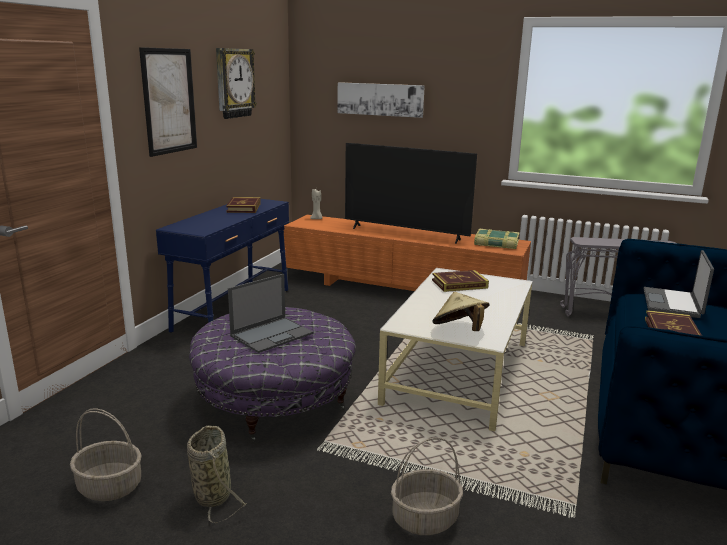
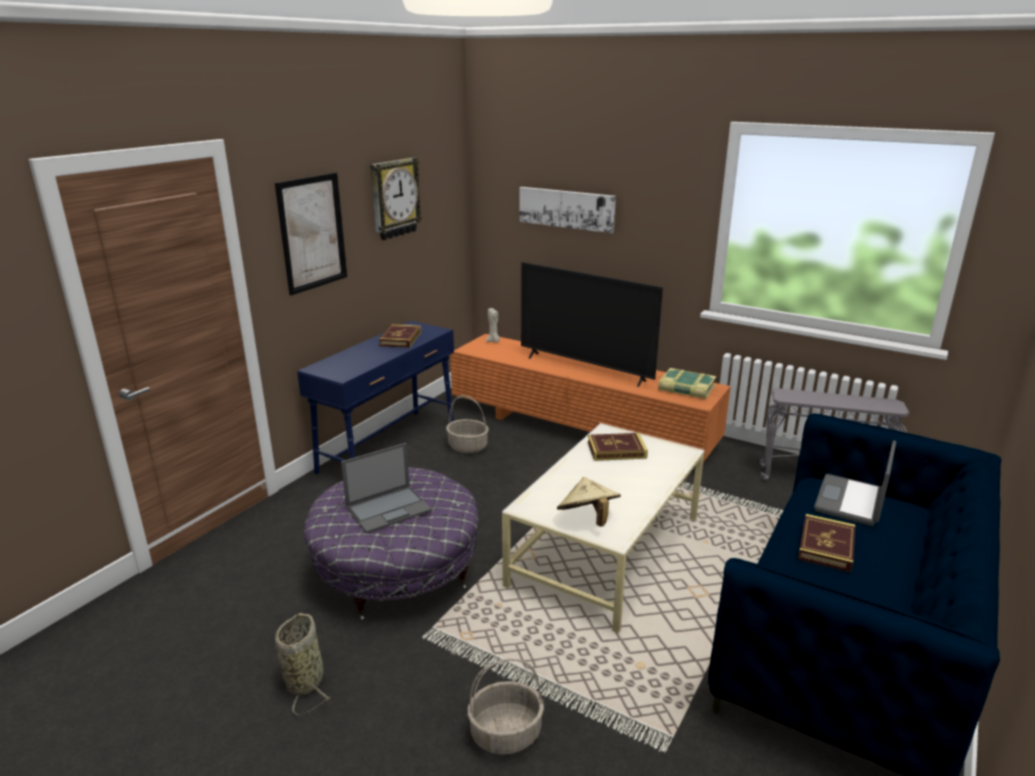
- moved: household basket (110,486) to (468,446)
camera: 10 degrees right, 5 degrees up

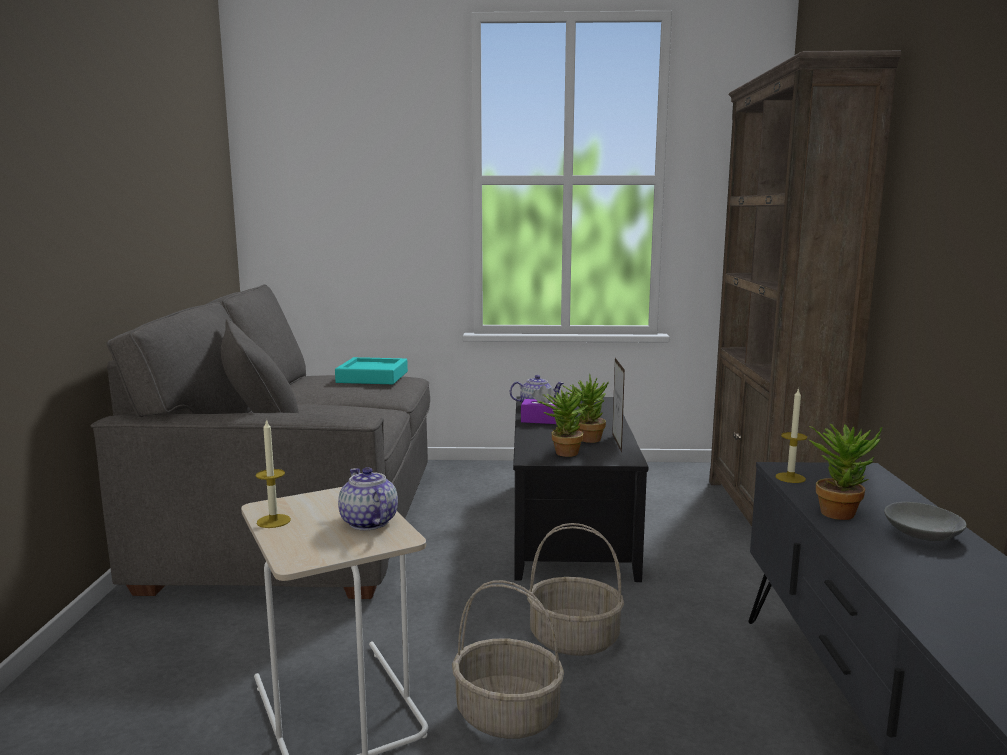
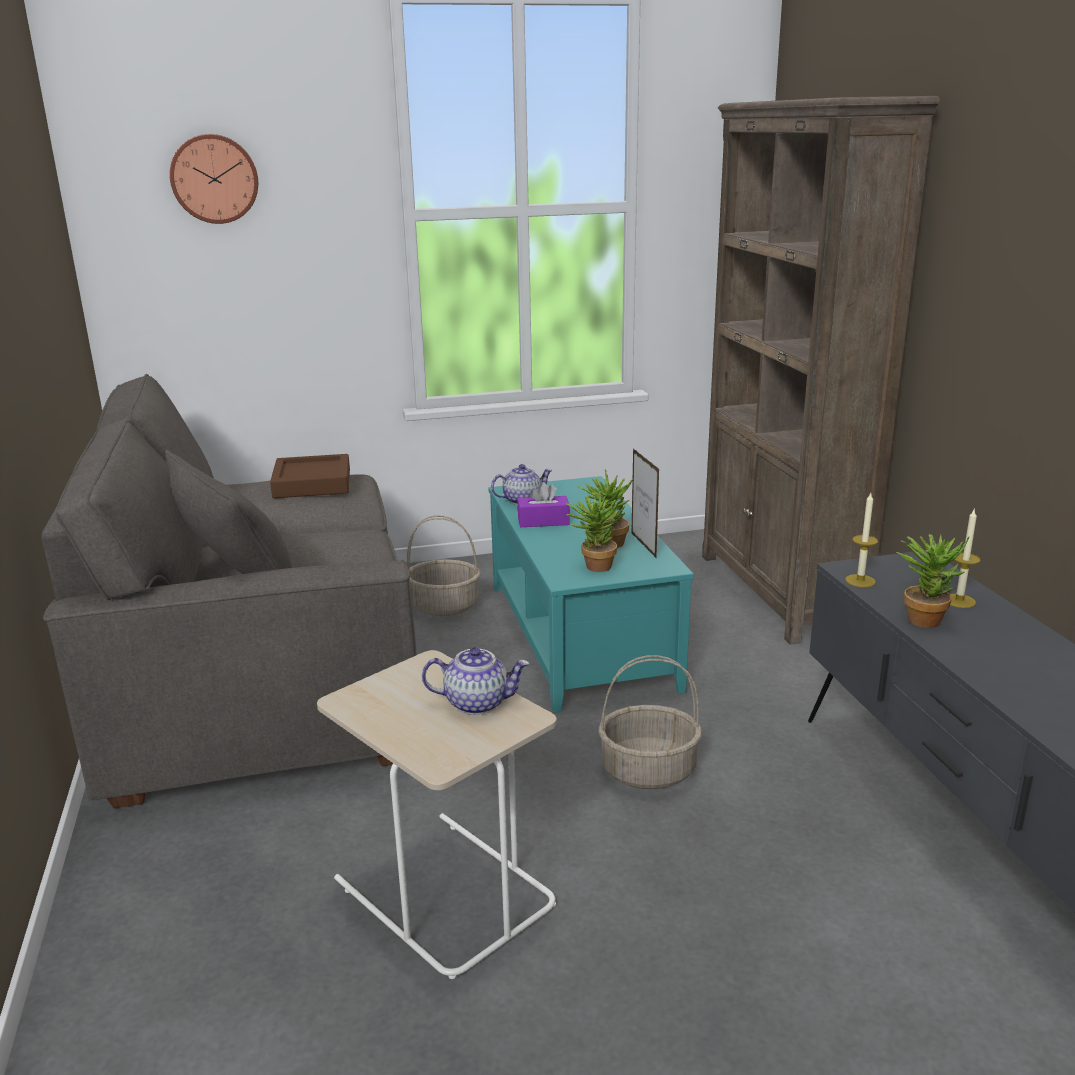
- moved: candle (273,521) to (959,601)
- recoloured: turquoise-coloured carrying tray (372,377) to brown-coloured carrying tray (312,484)
- turned: pot for tea (367,522) = (477,702) 135 degrees clockwise
- moved: household basket (508,715) to (445,606)
- recoloured: black low table (568,526) to turquoise-coloured low table (577,635)
- removed: greyish deep dish (923,534)
- added: wall clock (214,179)
camera: 15 degrees left, 10 degrees up

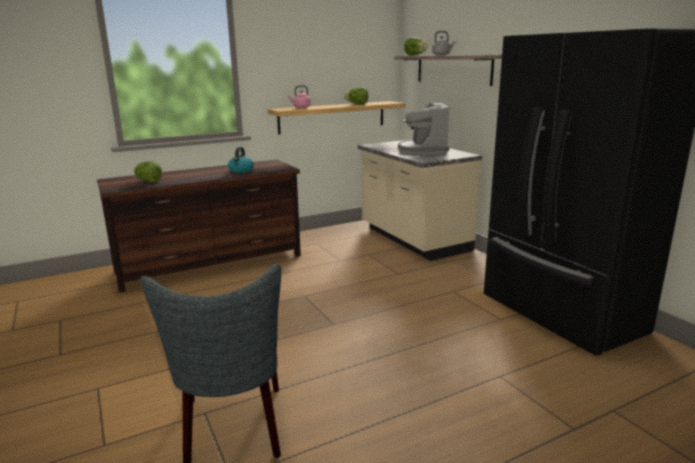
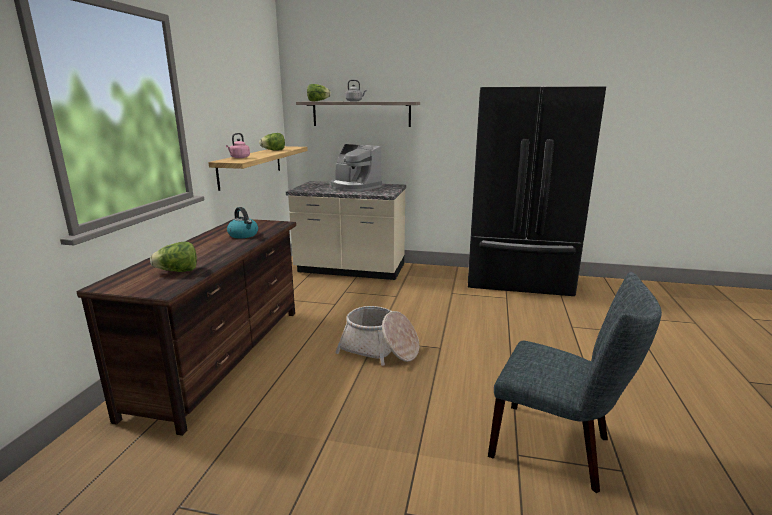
- added: household basket (379,349)
camera: 50 degrees left, 0 degrees up

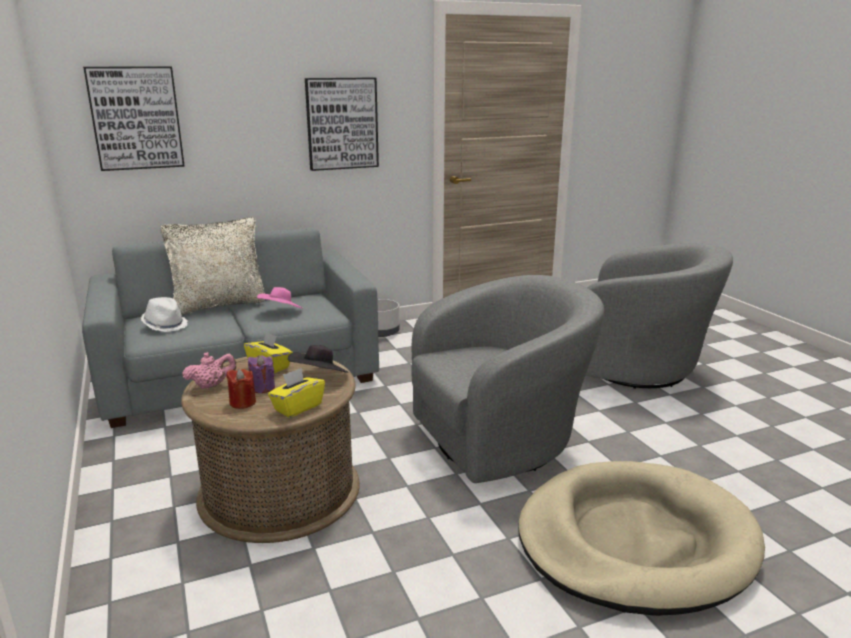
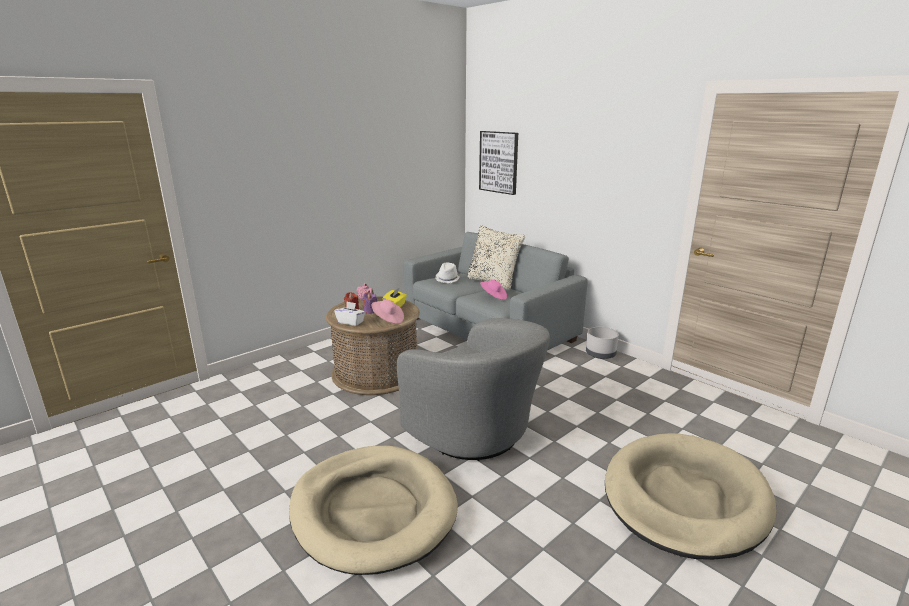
- recoloured: yellow tissue holder (297,407) to white-coloured tissue holder (351,322)
- recoloured: black wearable hat (319,377) to pink wearable hat (388,319)
- removed: picture (342,123)
- replaced: greyish easy chair (638,368) to beige dog cushion (684,498)
camera: 70 degrees right, 0 degrees up

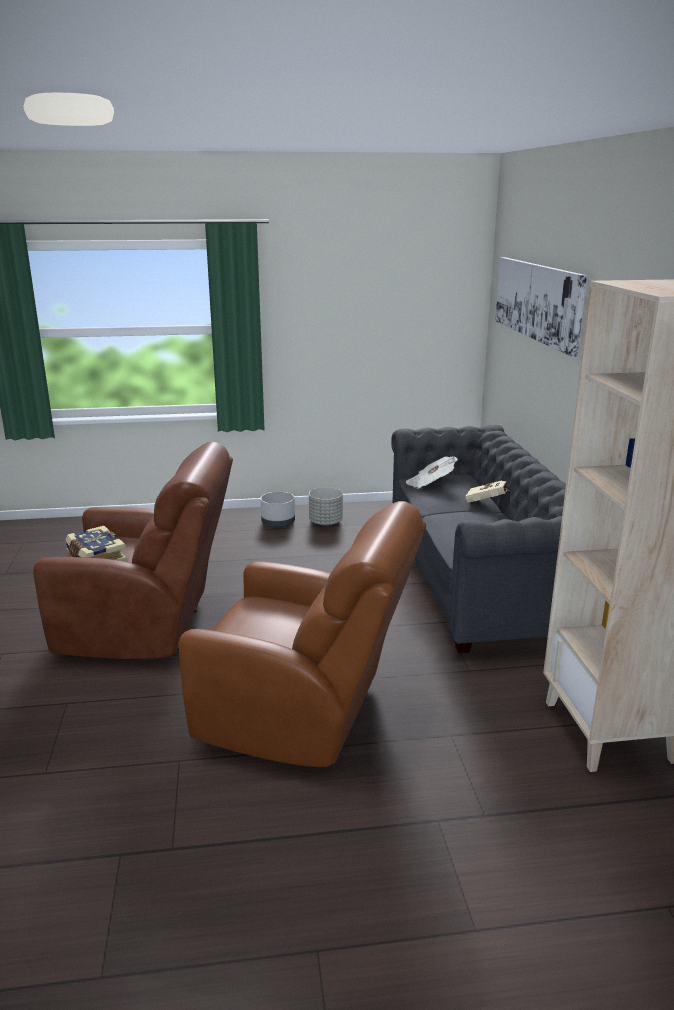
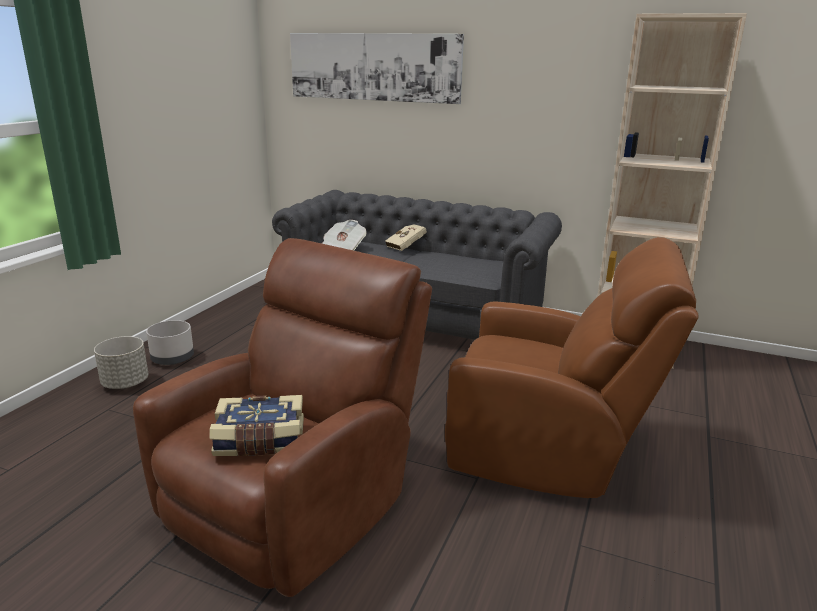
- turned: brown-coloured easy chair (305,716) = (549,451) 60 degrees clockwise
- moved: greyish plant pot (326,522) to (126,383)
camera: 60 degrees left, 0 degrees up

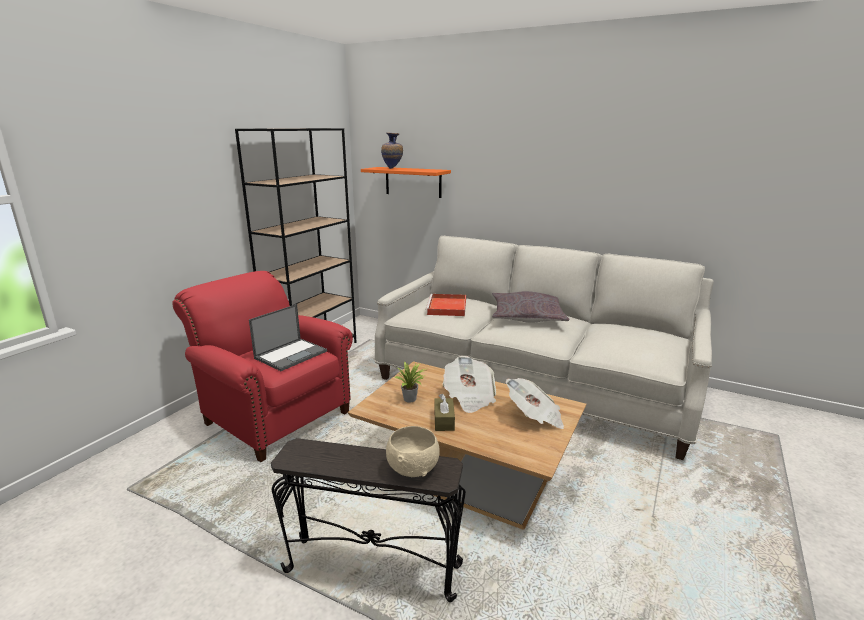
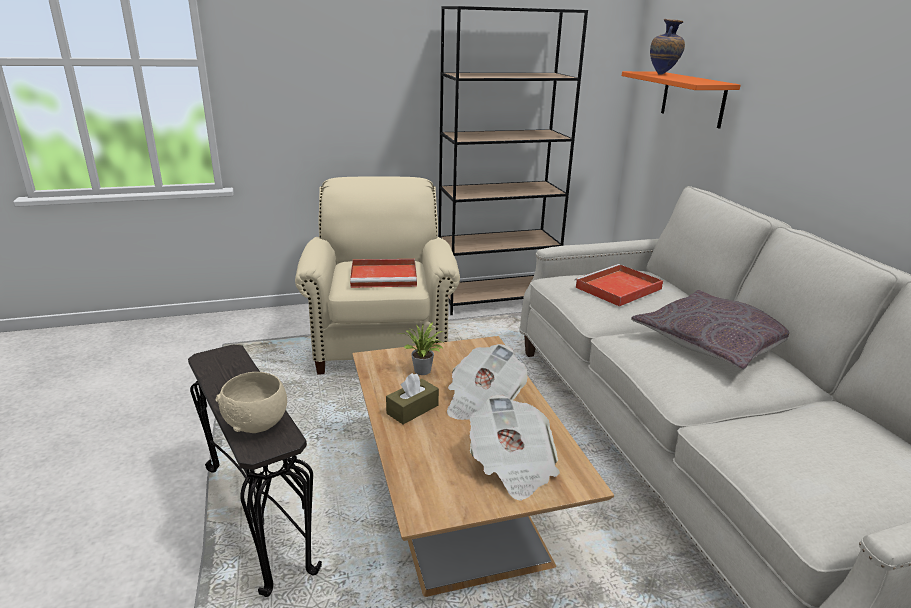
- recoloured: red easy chair (273,416) to beige easy chair (381,340)
- replaced: laptop (291,354) to red carrying tray (385,276)
camera: 45 degrees right, 5 degrees up

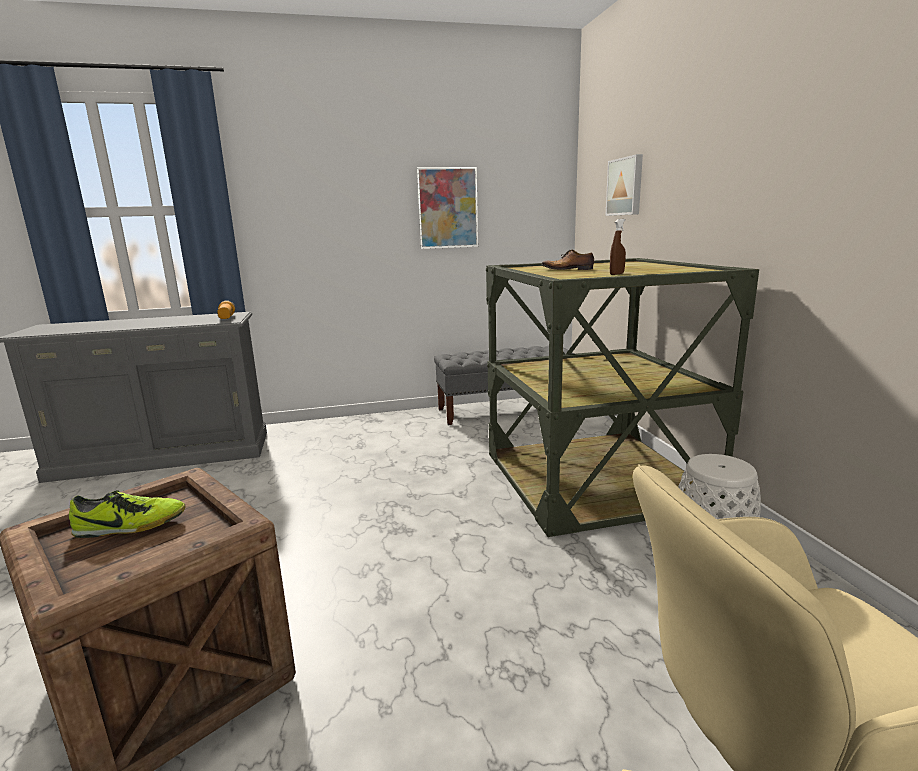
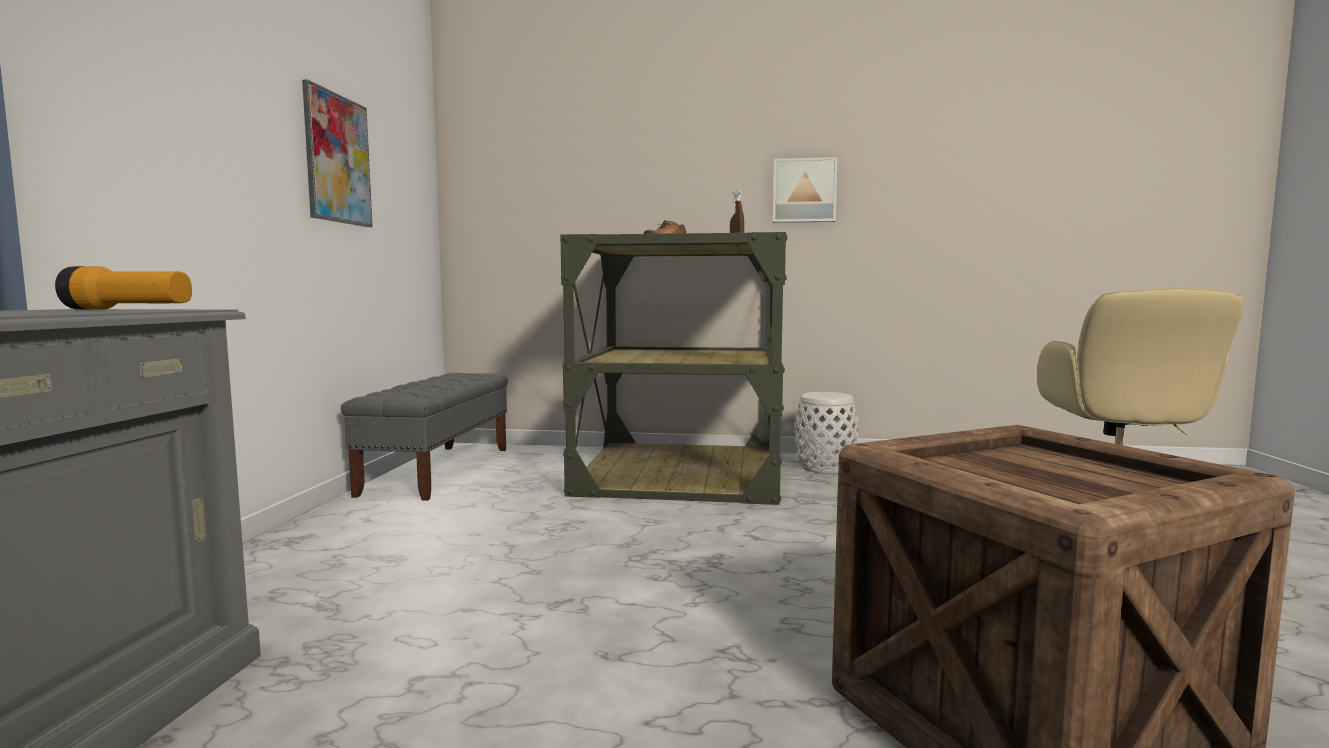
- removed: shoe (131,527)
- moved: picture (626,186) to (804,191)
camera: 70 degrees left, 10 degrees down

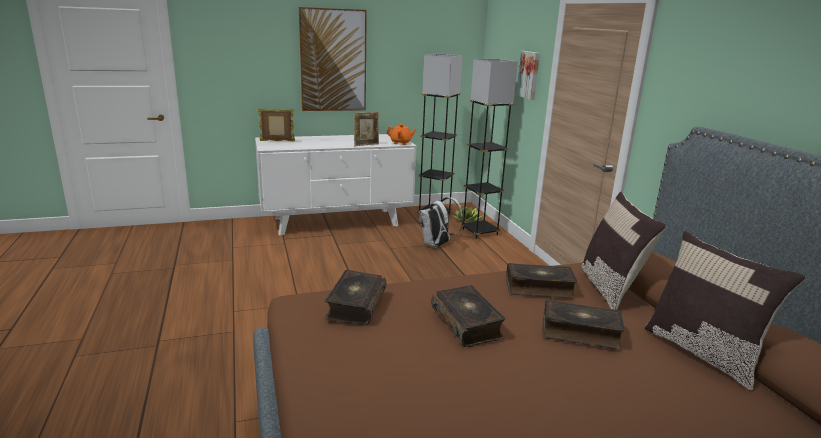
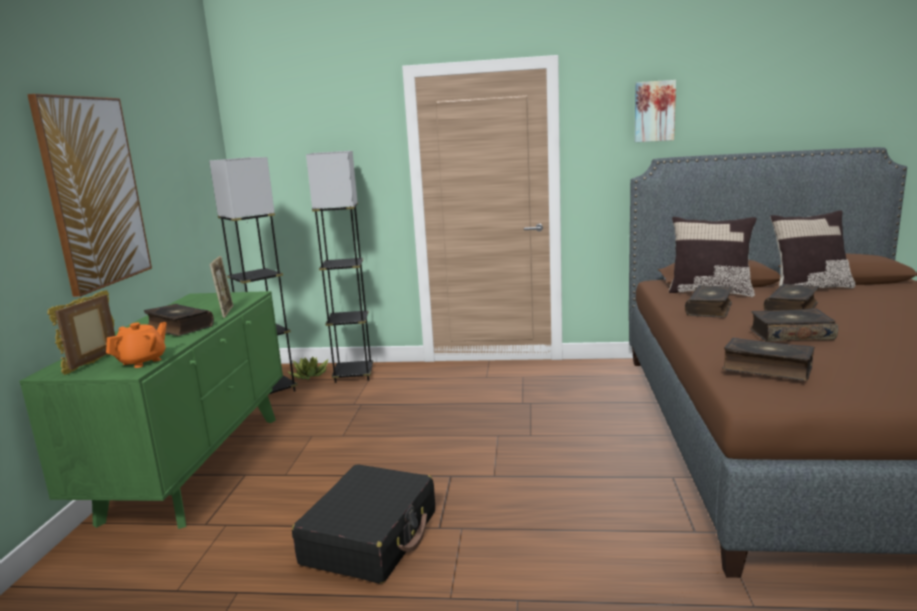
- recoloured: white-coloured dresser (336,221) to greenish dresser (194,465)
- moved: orange-coloured pot for tea (401,143) to (142,361)
- removed: white-coloured knapsack (437,245)
- moved: picture (529,75) to (654,111)
- added: bound book (178,328)
- added: black piece of luggage (371,537)
camera: 65 degrees left, 5 degrees down

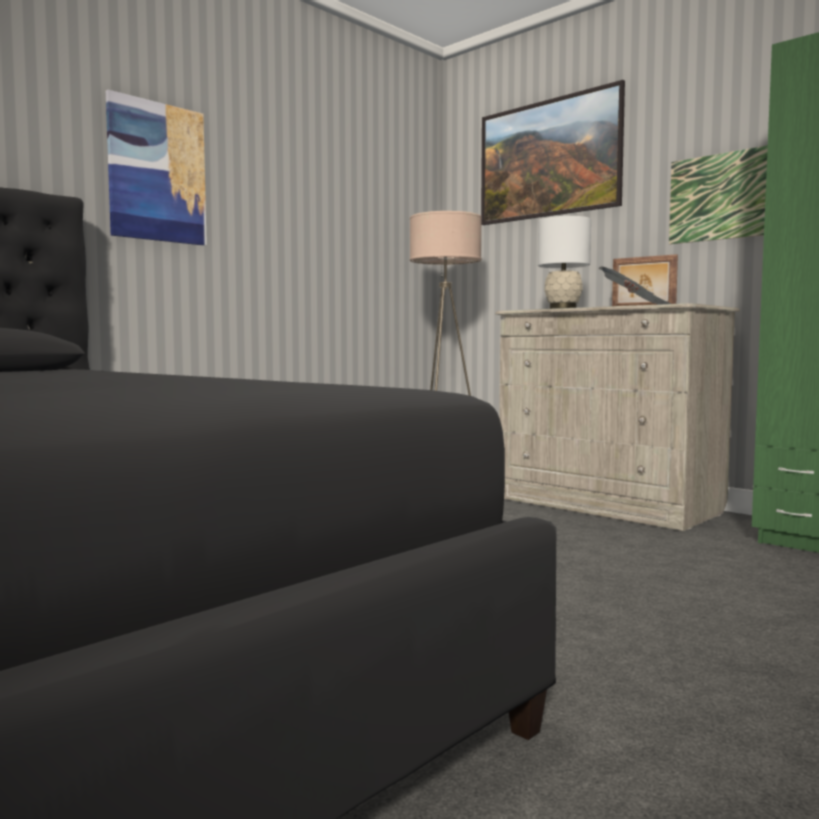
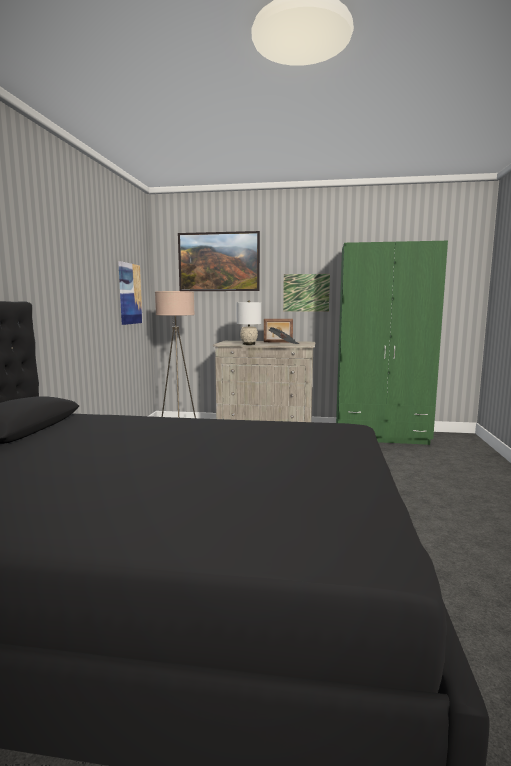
- moved: picture (157,172) to (130,294)
camera: 35 degrees left, 5 degrees up

